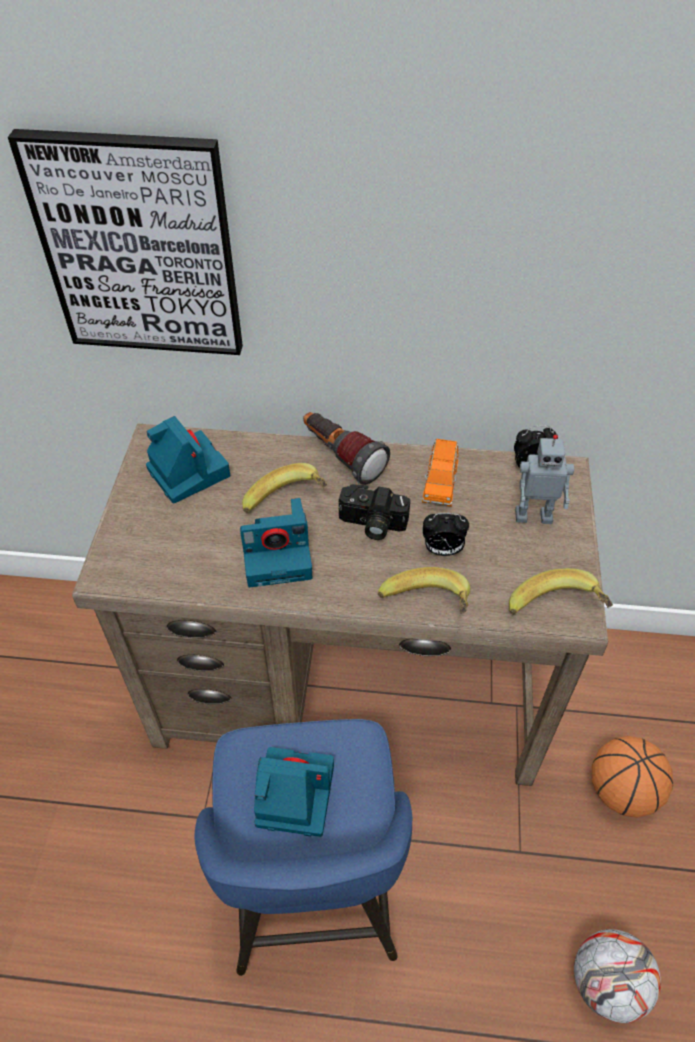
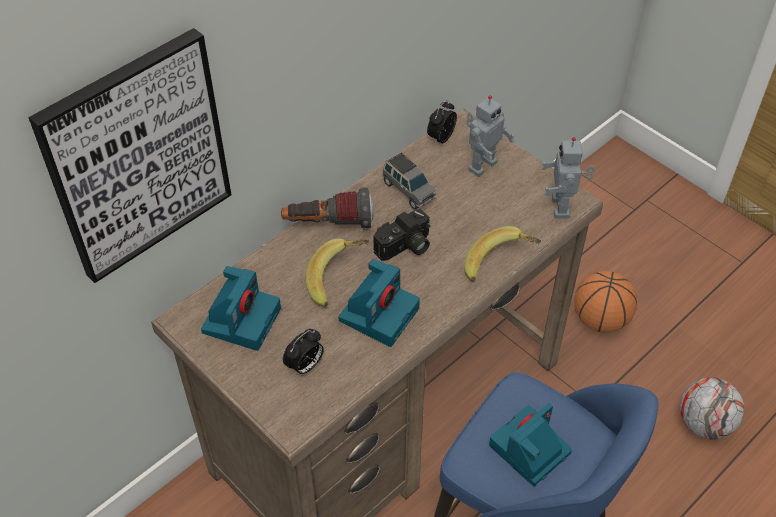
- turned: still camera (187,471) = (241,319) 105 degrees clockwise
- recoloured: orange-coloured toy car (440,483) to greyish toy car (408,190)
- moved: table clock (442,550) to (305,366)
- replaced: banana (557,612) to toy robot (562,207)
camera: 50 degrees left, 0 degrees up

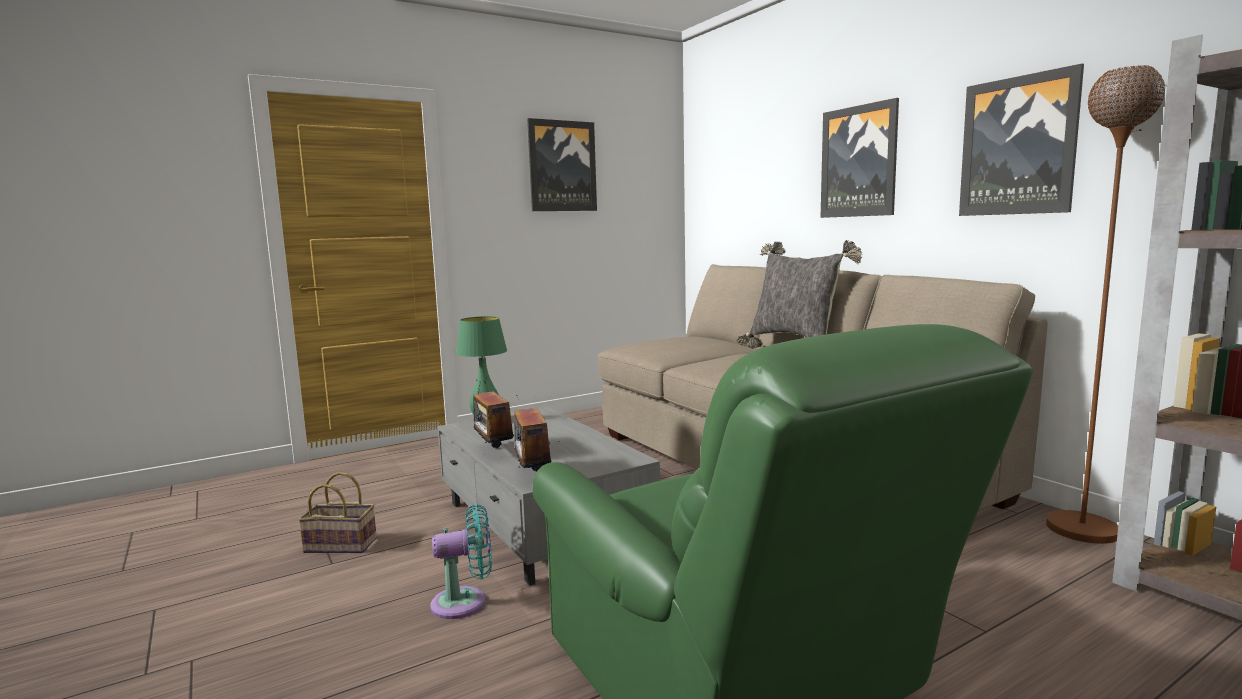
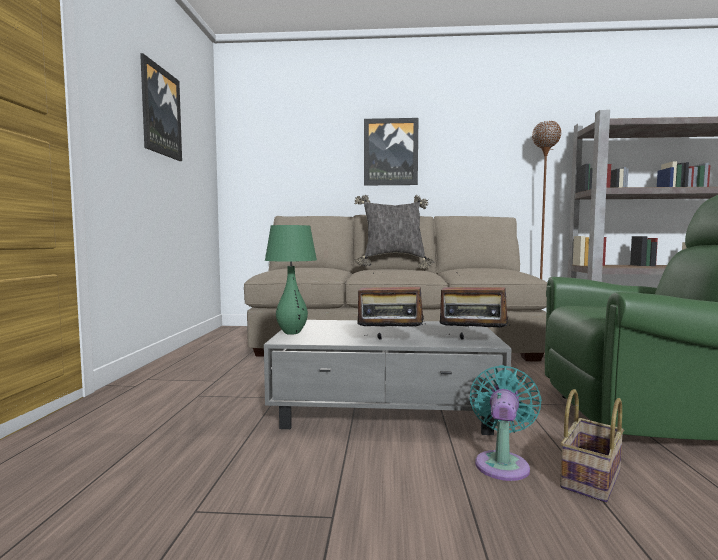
- moved: household basket (342,545) to (589,477)
- removed: picture (1018,146)
camera: 55 degrees left, 5 degrees down

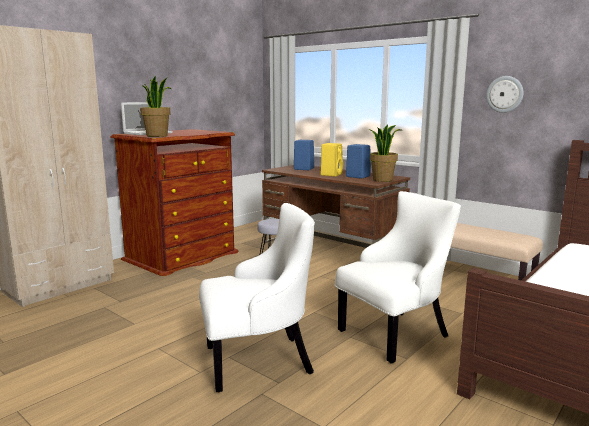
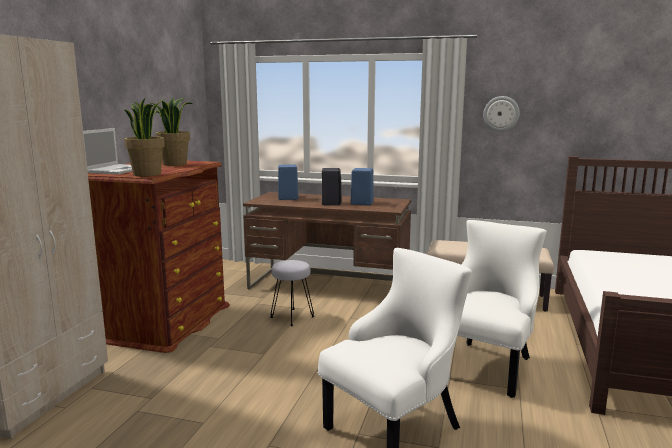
- recoloured: yellow speaker (331,174) to black speaker (331,203)
- moved: houseplant (382,180) to (174,164)
camera: 25 degrees left, 0 degrees up

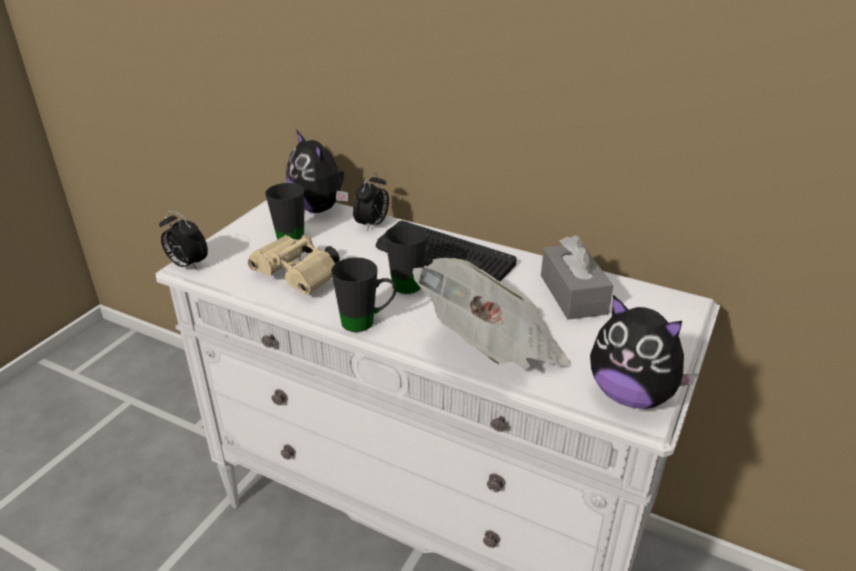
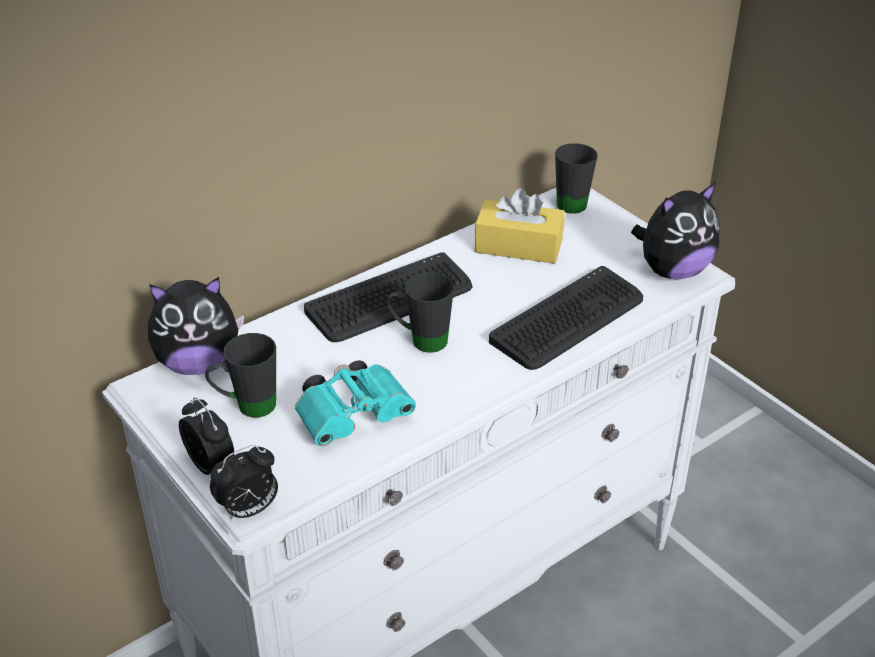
- recoloured: beige pair of binoculars (300,278) to turquoise-coloured pair of binoculars (356,416)
- moved: black coffee mug (366,322) to (574,201)
- moved: table clock (372,225) to (211,464)
- replaced: daily paper (492,347) to PC keyboard (568,320)
- recoloured: greyish tissue holder (573,294) to yellow tissue holder (518,246)
camera: 65 degrees left, 5 degrees up

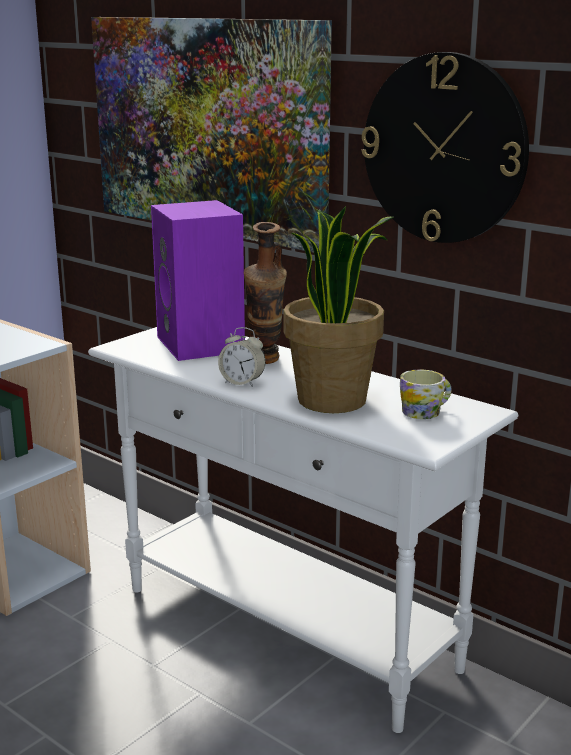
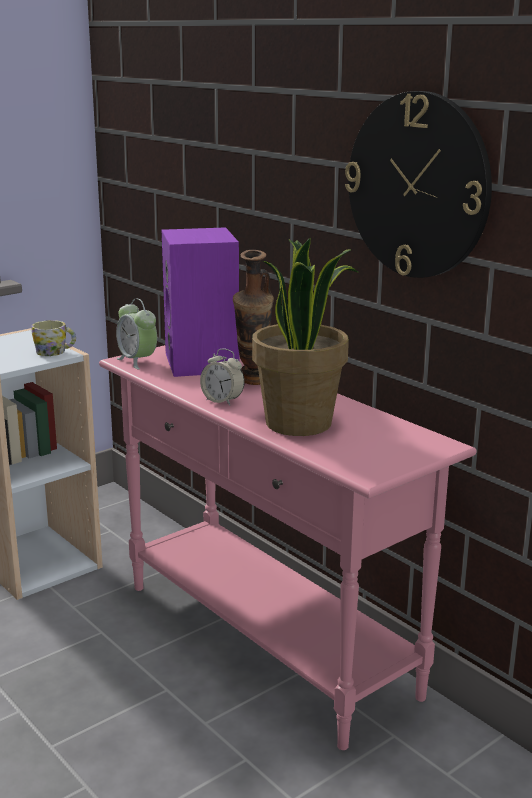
- recoloured: white-coloured narrow table (288,629) to pink narrow table (267,640)
- removed: picture (207,127)
- moved: coffee mug (426,412) to (55,352)
- added: table clock (137,361)
camera: 10 degrees right, 0 degrees up

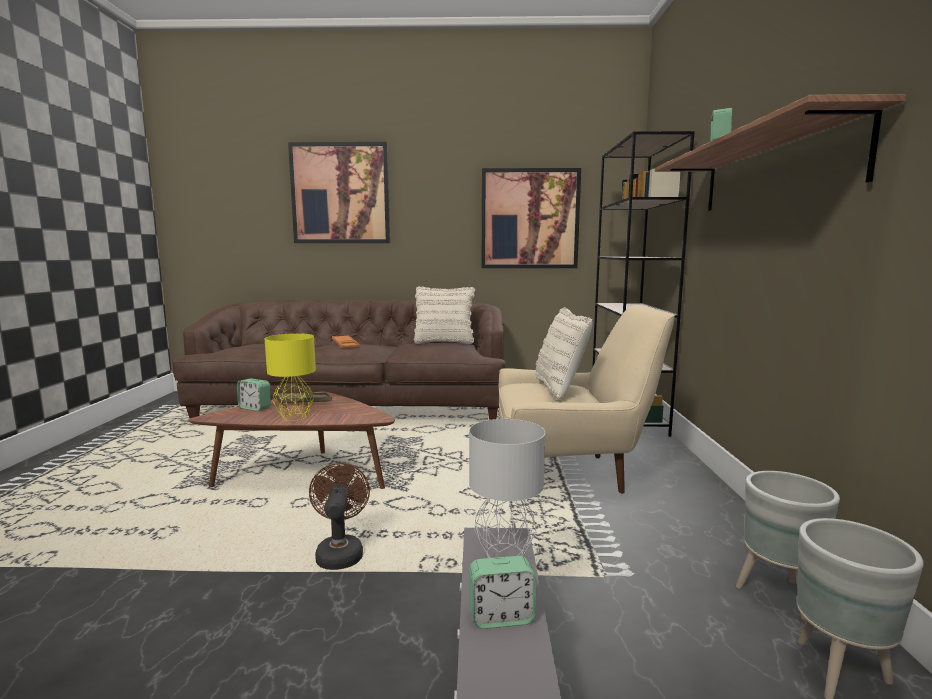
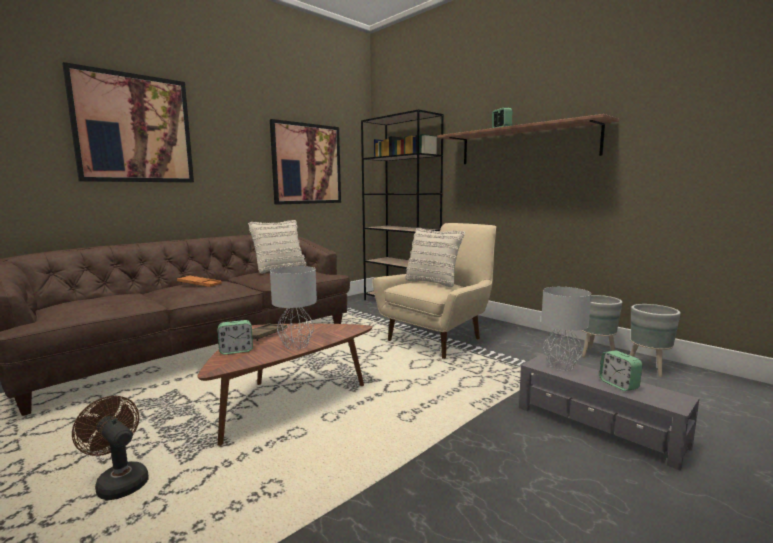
- recoloured: yellow lamp for a table (293,417) to greyish lamp for a table (295,345)
- moved: brown-coloured electric fan (340,552) to (119,482)
- turned: table clock (501,617) = (618,385) 120 degrees clockwise
camera: 45 degrees left, 0 degrees up

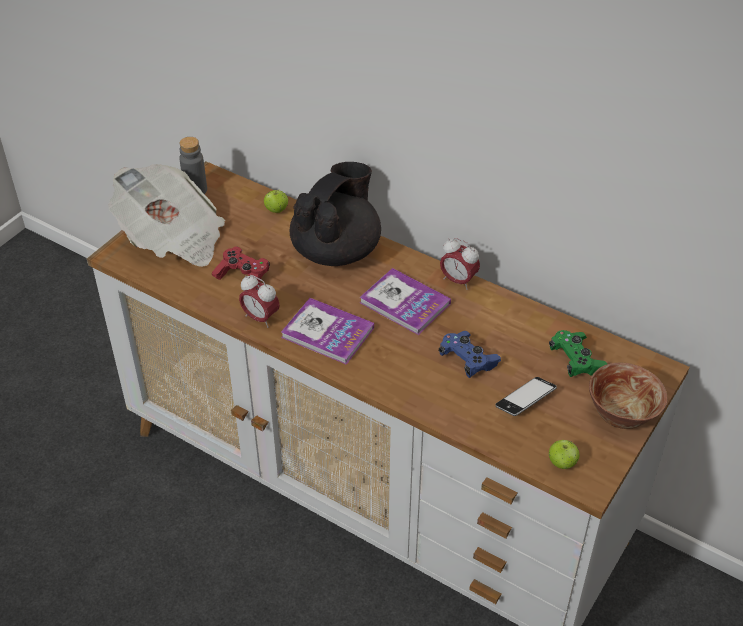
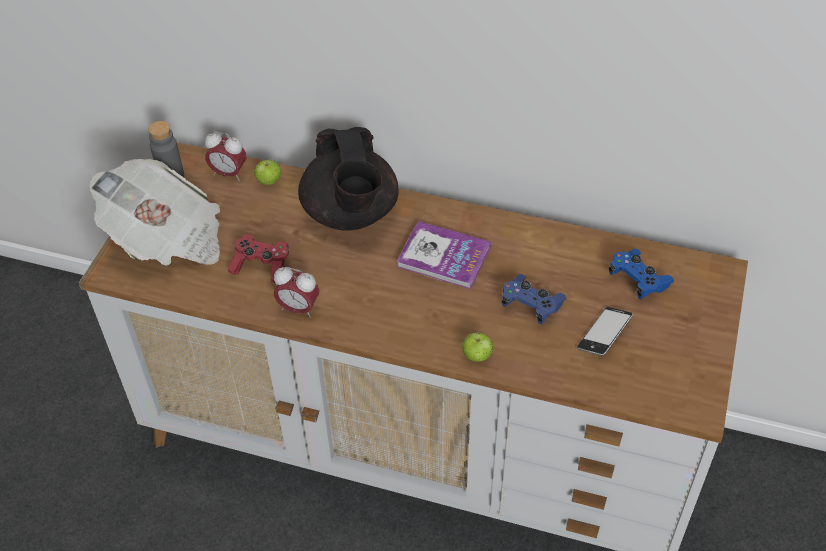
- removed: bound book (327,333)
- turned: black pot for tea (337,250) = (351,213) 150 degrees clockwise
- moved: table clock (458,281) to (229,173)
- recoloured: greenish joypad (576,361) to blue joypad (638,280)
- moved: apple fruit (562,463) to (477,356)
- removed: deep dish (621,415)
camera: 15 degrees left, 5 degrees up

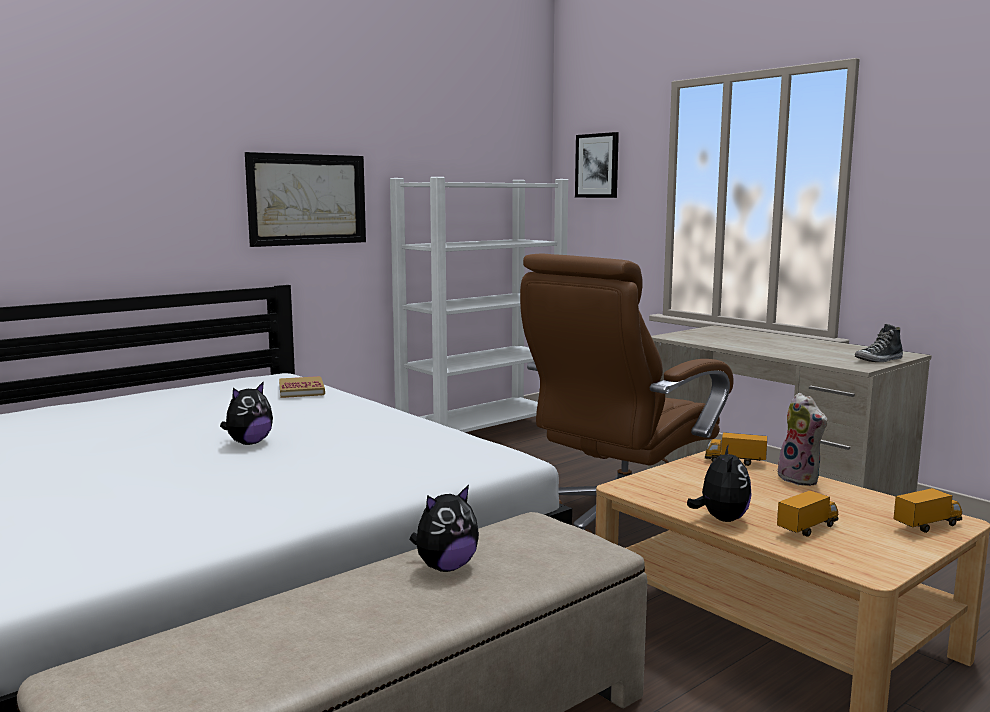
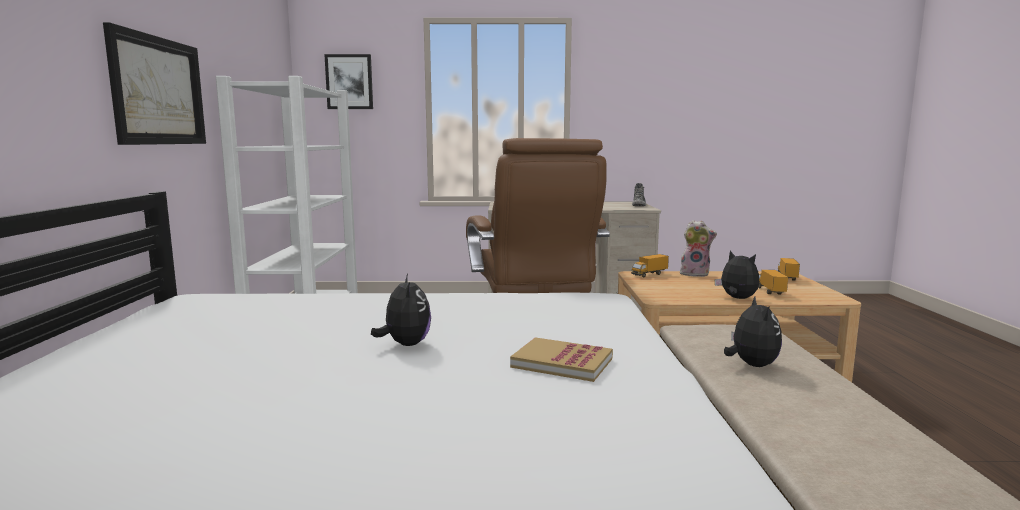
- moved: bound book (301,390) to (562,363)
camera: 50 degrees left, 0 degrees up

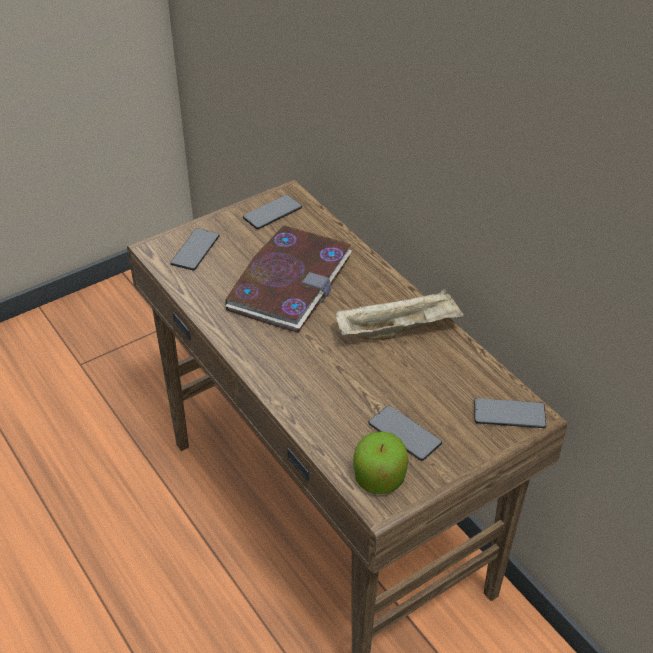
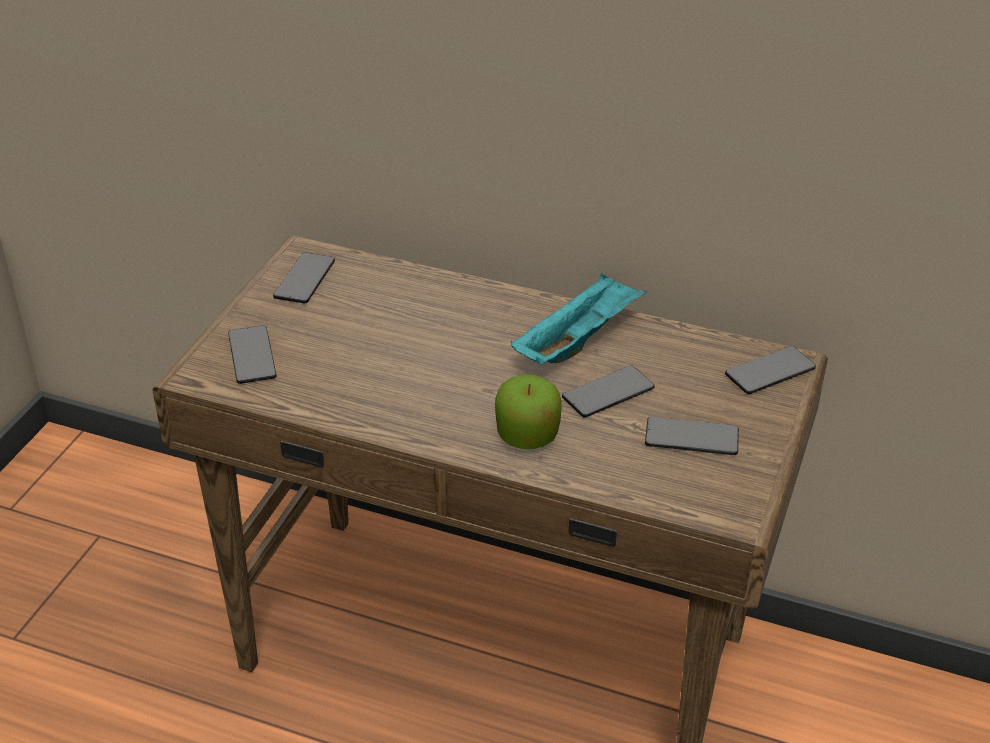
- removed: bound book (289,282)
- recoloured: beige carrying tray (399,329) to turquoise-coloured carrying tray (577,340)
- moved: apple fruit (379,478) to (527,435)
- added: handset (608,393)
camera: 35 degrees left, 5 degrees down

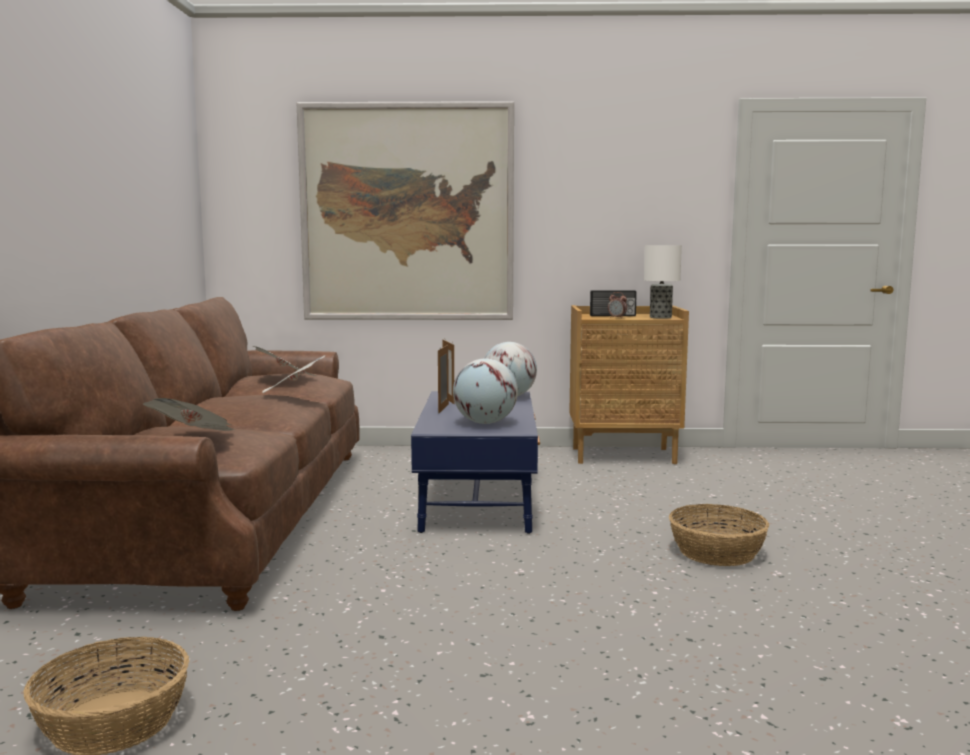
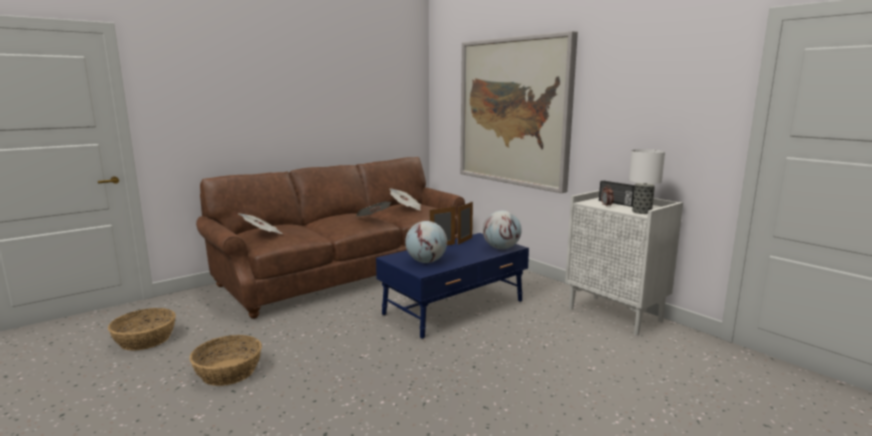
- recoloured: brown-coloured storage cabinet (624,456) to white-coloured storage cabinet (615,315)
- moved: household basket (716,552) to (229,372)
camera: 50 degrees right, 5 degrees up

